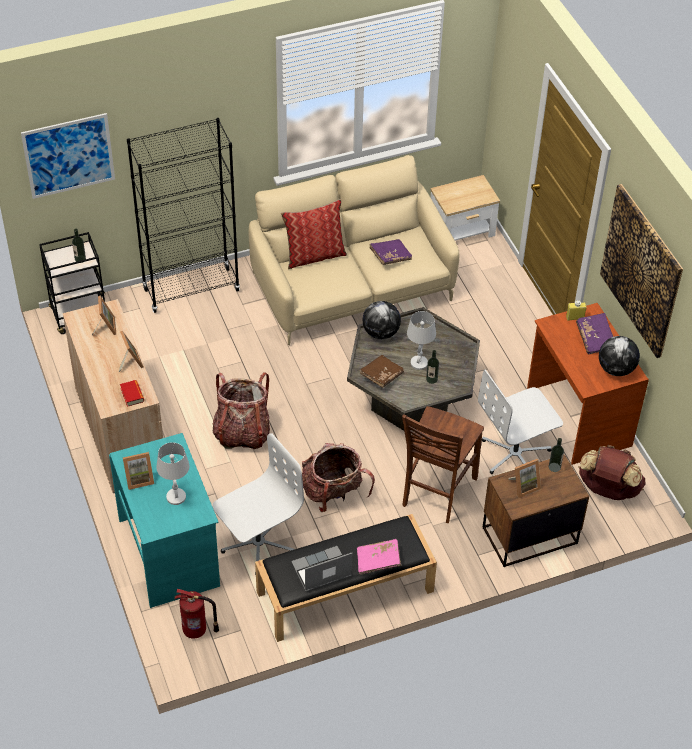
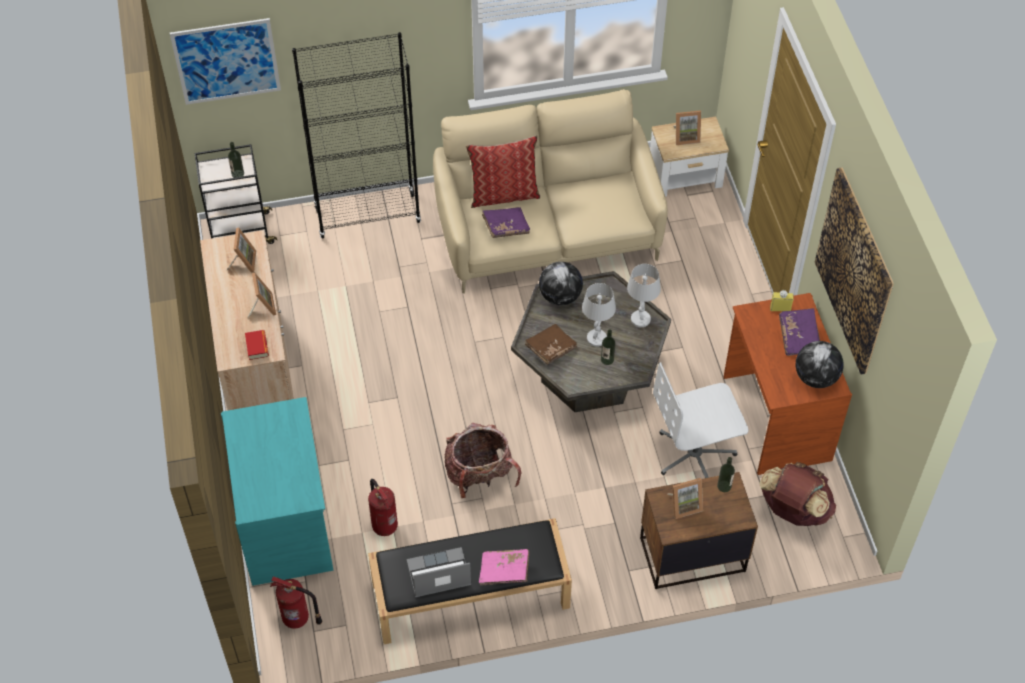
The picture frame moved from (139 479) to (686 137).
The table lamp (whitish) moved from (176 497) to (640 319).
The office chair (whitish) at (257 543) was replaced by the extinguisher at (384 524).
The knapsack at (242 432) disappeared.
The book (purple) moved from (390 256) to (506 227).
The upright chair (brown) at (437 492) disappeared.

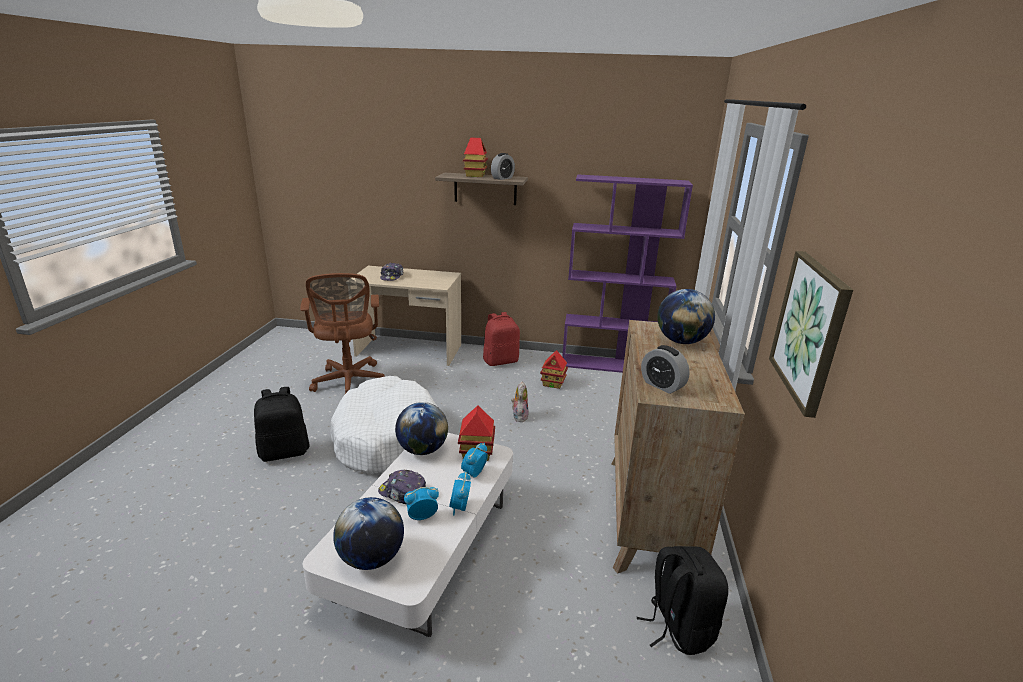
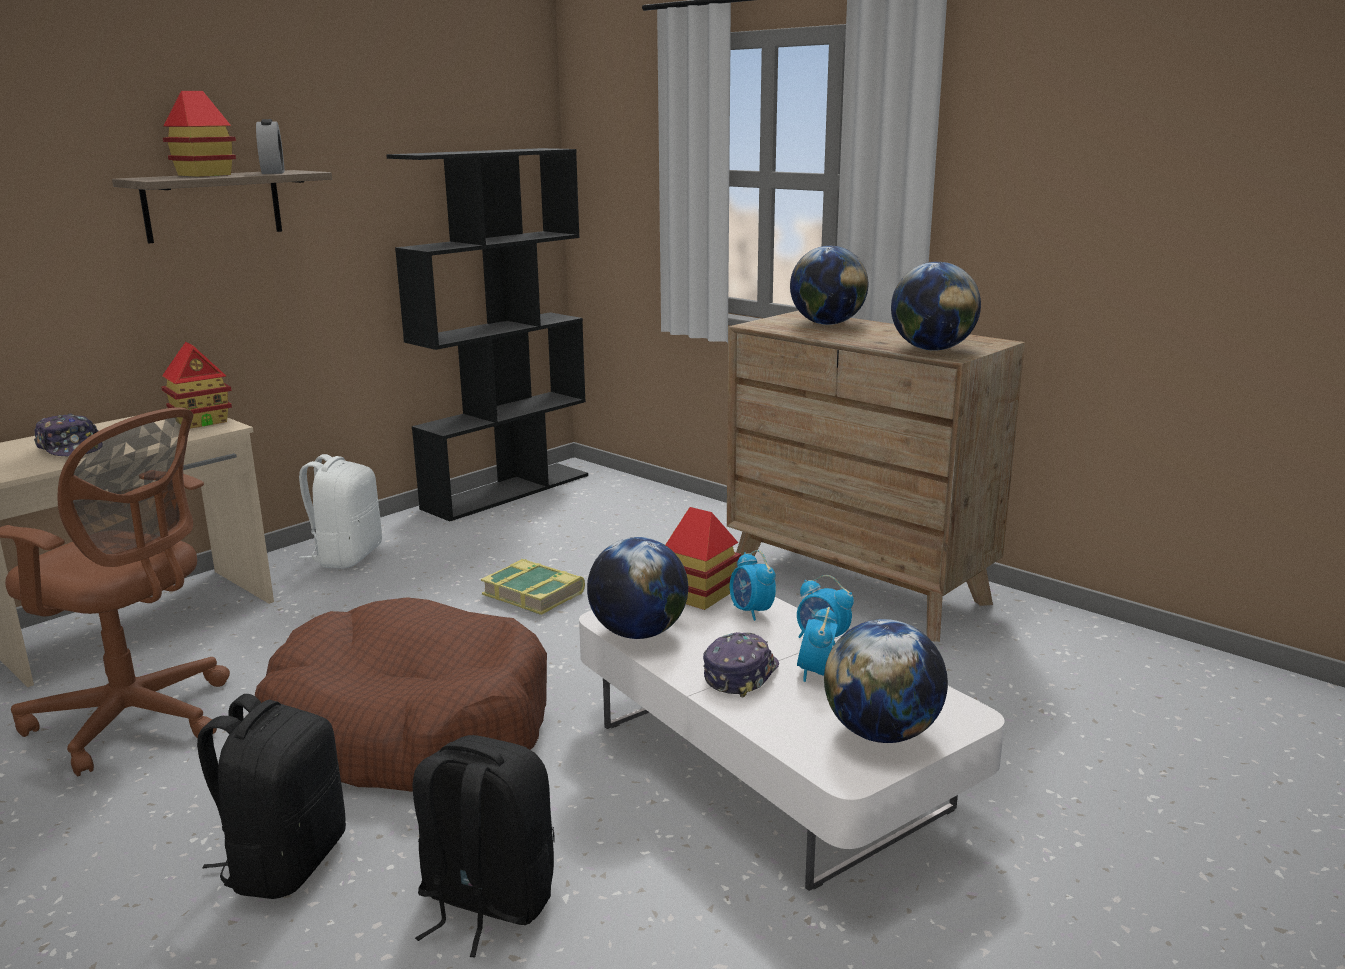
The dog cushion (whitish) at (384 437) became the dog cushion (brown) at (410 727).
The baseball cap at (402 493) turned 150 degrees clockwise.
The knapsack (reddish) at (500 361) became the knapsack (whitish) at (346 556).
The plush toy at (519 416) was replaced by the book at (534 593).
The toy house moved from (553 383) to (201 422).
The bookshelf (purple) at (611 365) became the bookshelf (black-coloured) at (507 491).
The knapsack (black-coloured) moved from (678 627) to (484 902).
The table clock at (662 385) was replaced by the world globe at (932 349).
The wall picture at (810 330) disappeared.

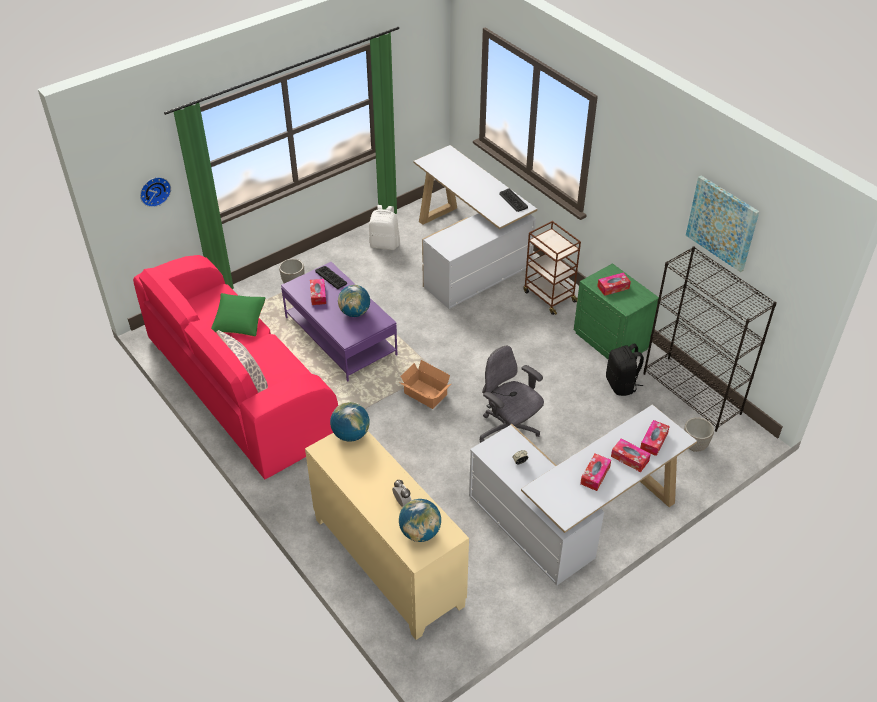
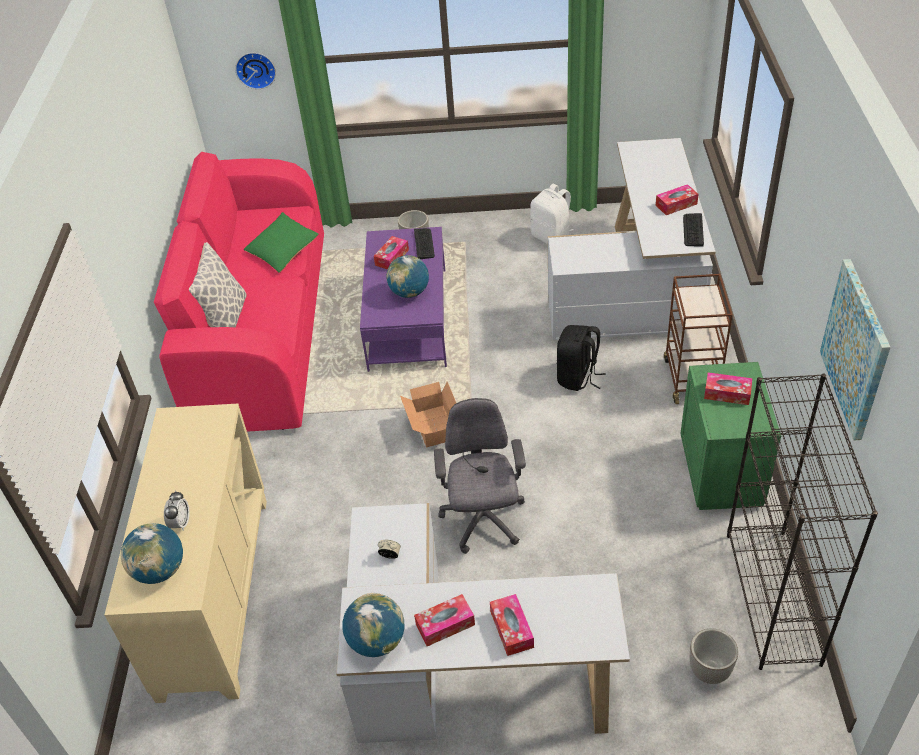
The world globe moved from (351 434) to (377 641).
The knapsack (black-coloured) moved from (621 385) to (577 377).
The tissue holder moved from (653 441) to (676 204).

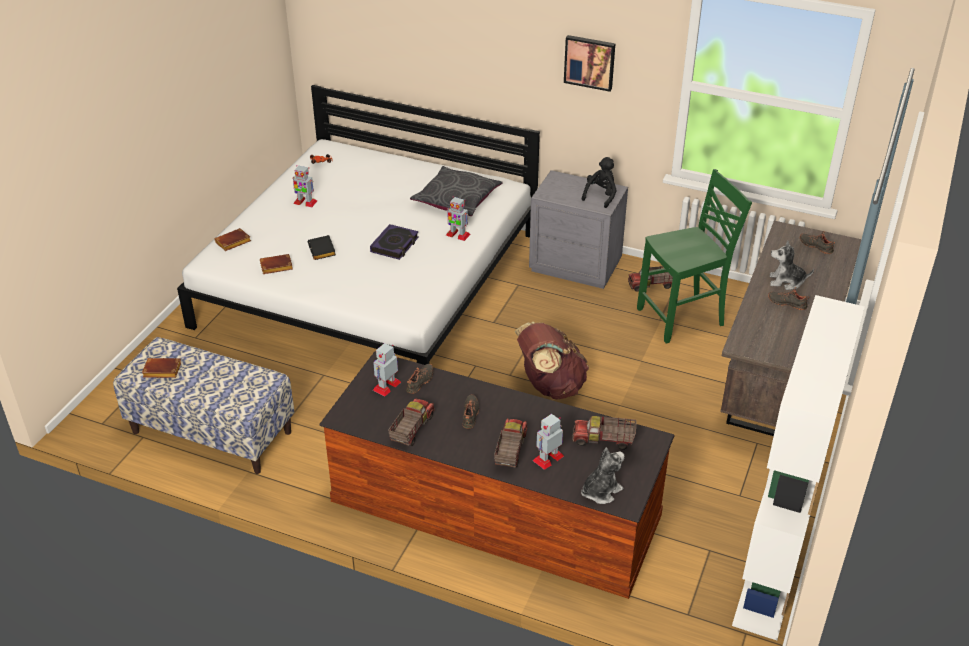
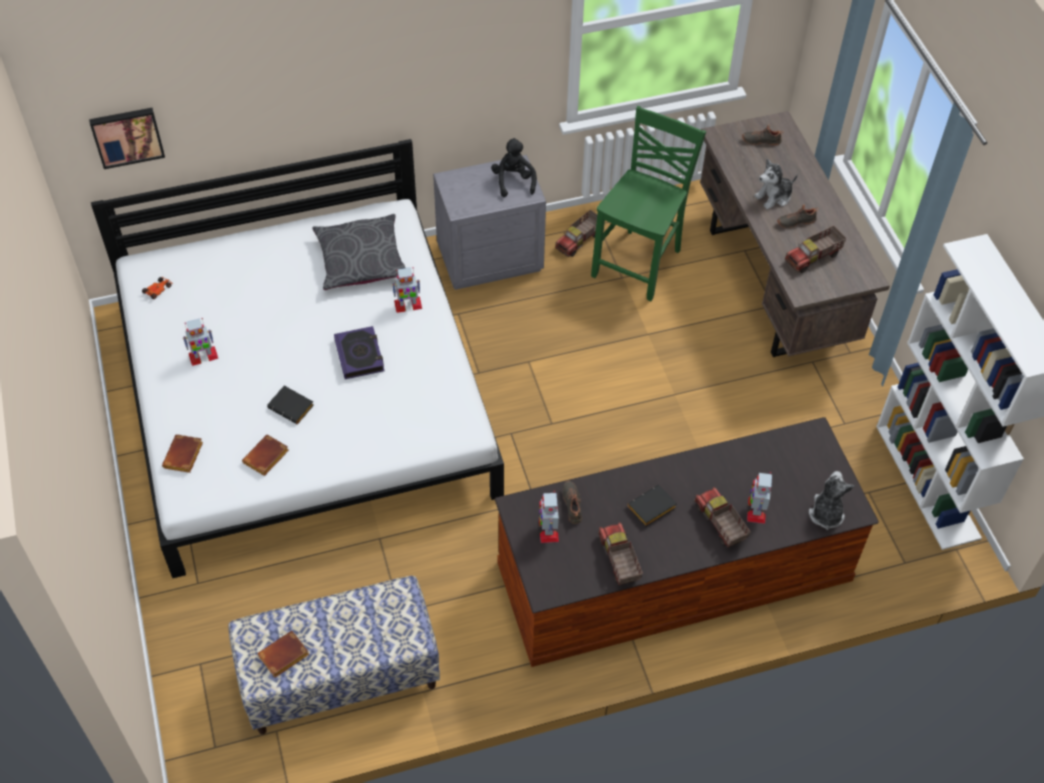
The low shoe (black-coloured) at (471 414) was replaced by the book (black-coloured) at (651 509).
The knapsack (brown) at (550 386) disappeared.
The wall picture moved from (590 62) to (127 136).
The toy lorry moved from (603 440) to (813 257).

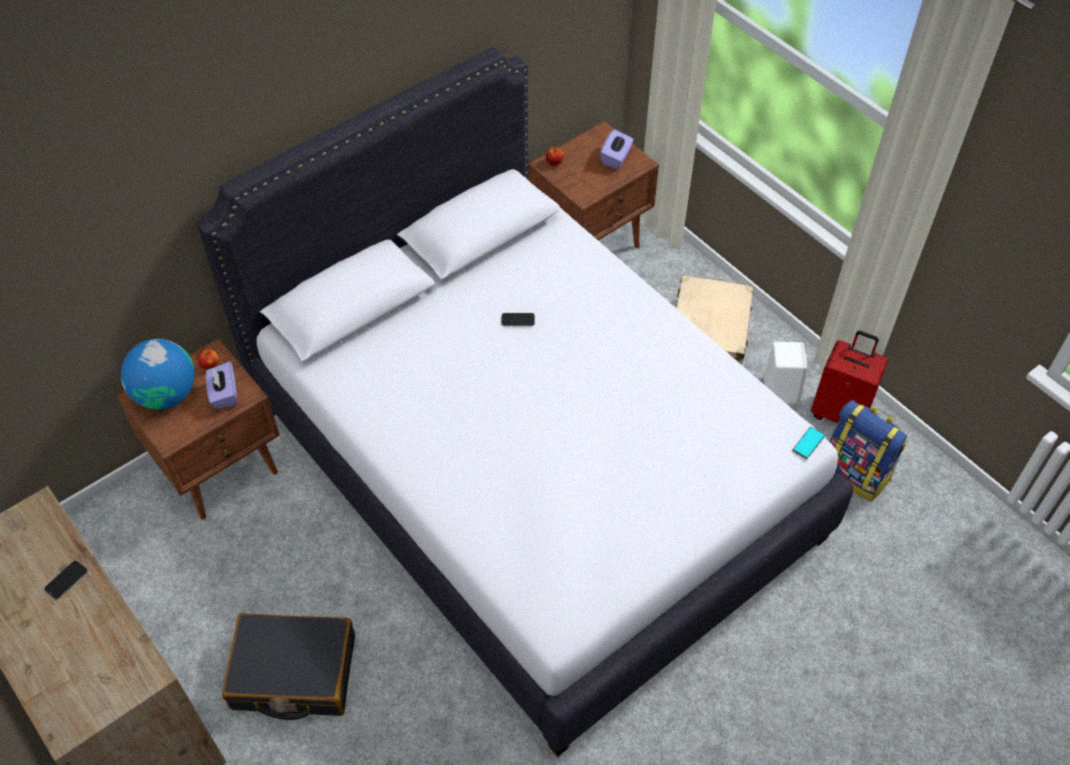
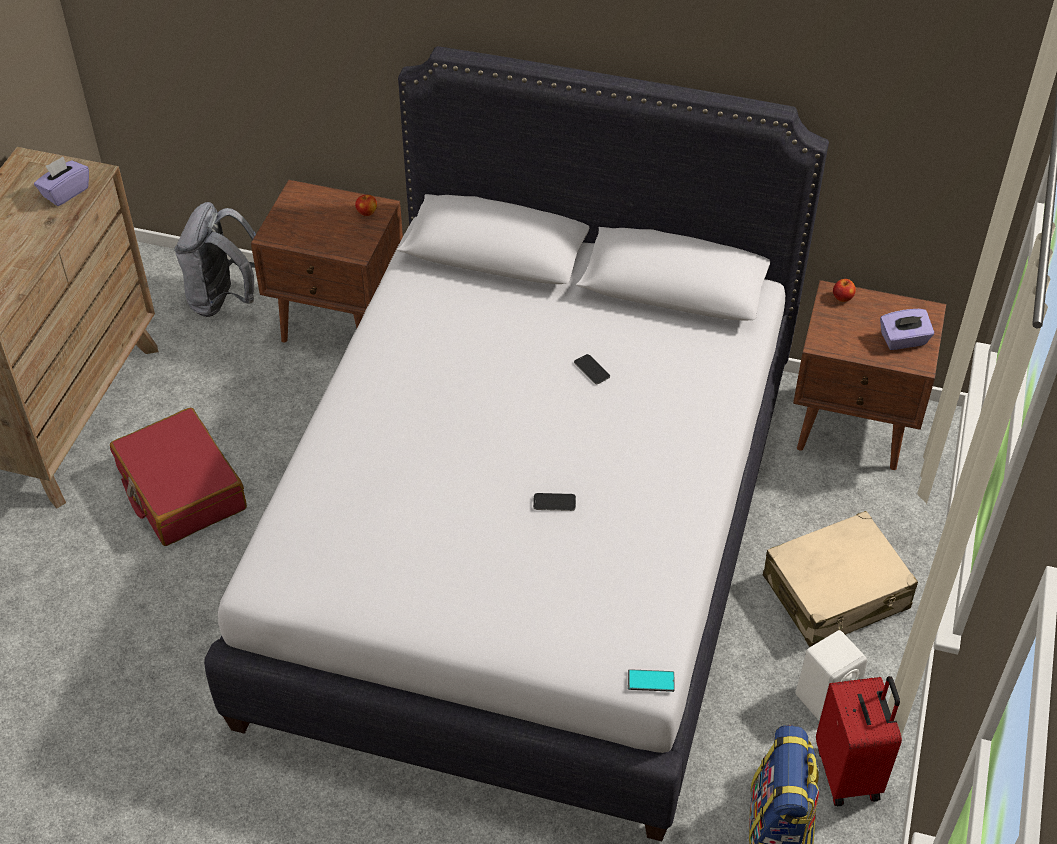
The telephone moved from (66 580) to (554 502).
The world globe at (166 394) disappeared.
The tissue holder (purple) moved from (224 394) to (65 192).
The piece of luggage (black-coloured) at (293 673) became the piece of luggage (reddish) at (181 489).
The knapsack (grey) at (224 299) appeared.

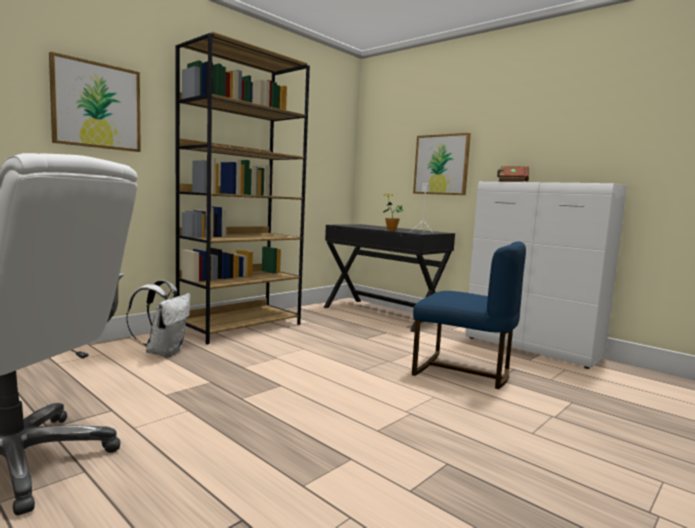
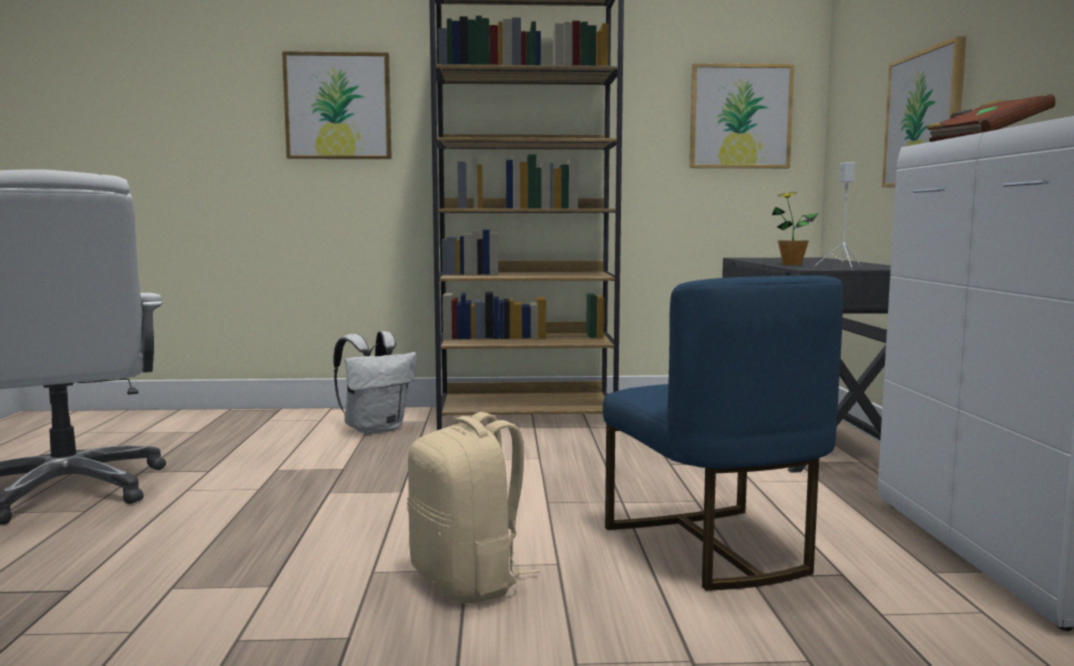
The knapsack (beige-coloured) at (468 582) appeared.
The wall picture at (740 117) appeared.

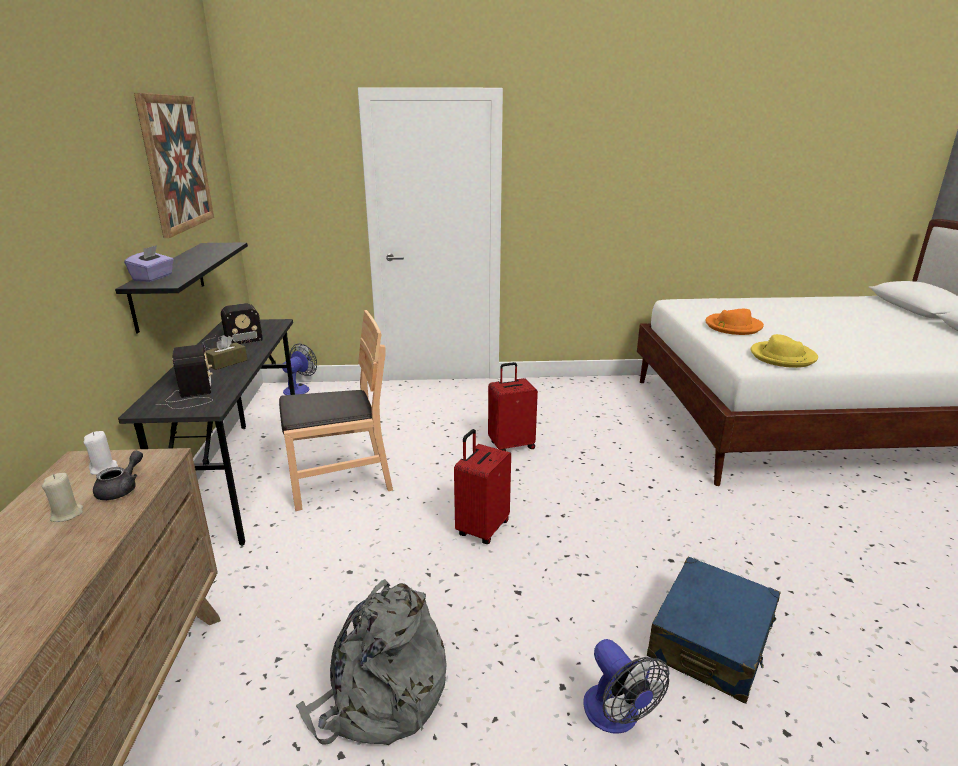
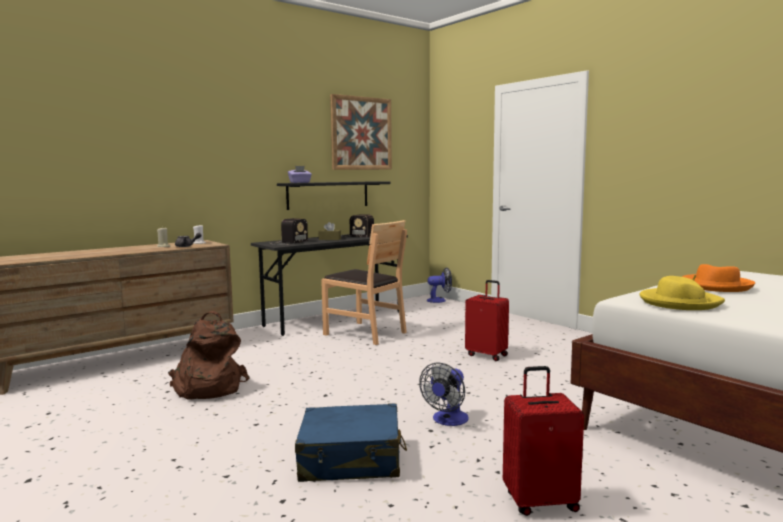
The knapsack (grey) at (380 698) became the knapsack (brown) at (207 388).
The piece of luggage (reddish) moved from (481 528) to (540 501).
The electric fan moved from (617 717) to (447 420).

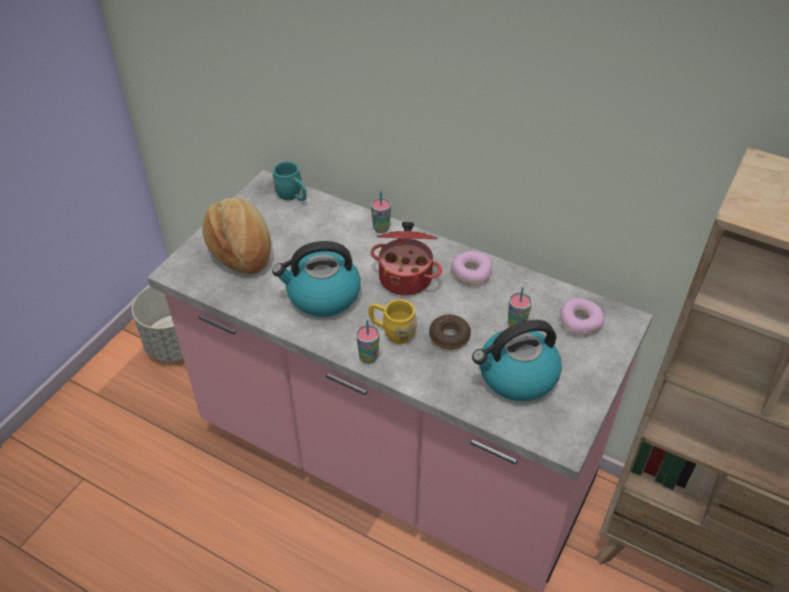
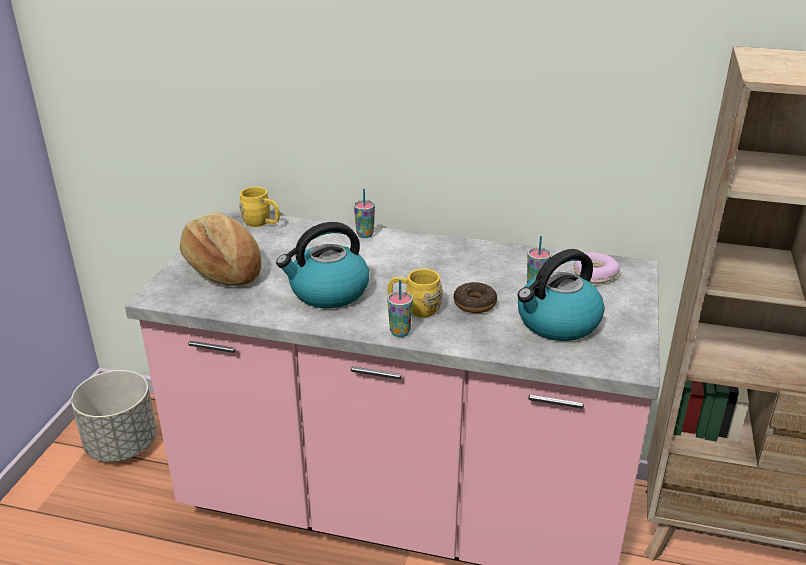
The coffee mug (blue-green) at (292 196) became the coffee mug (yellow) at (262 223).
The saucepot at (406 277) disappeared.
The donut at (471 273) disappeared.

